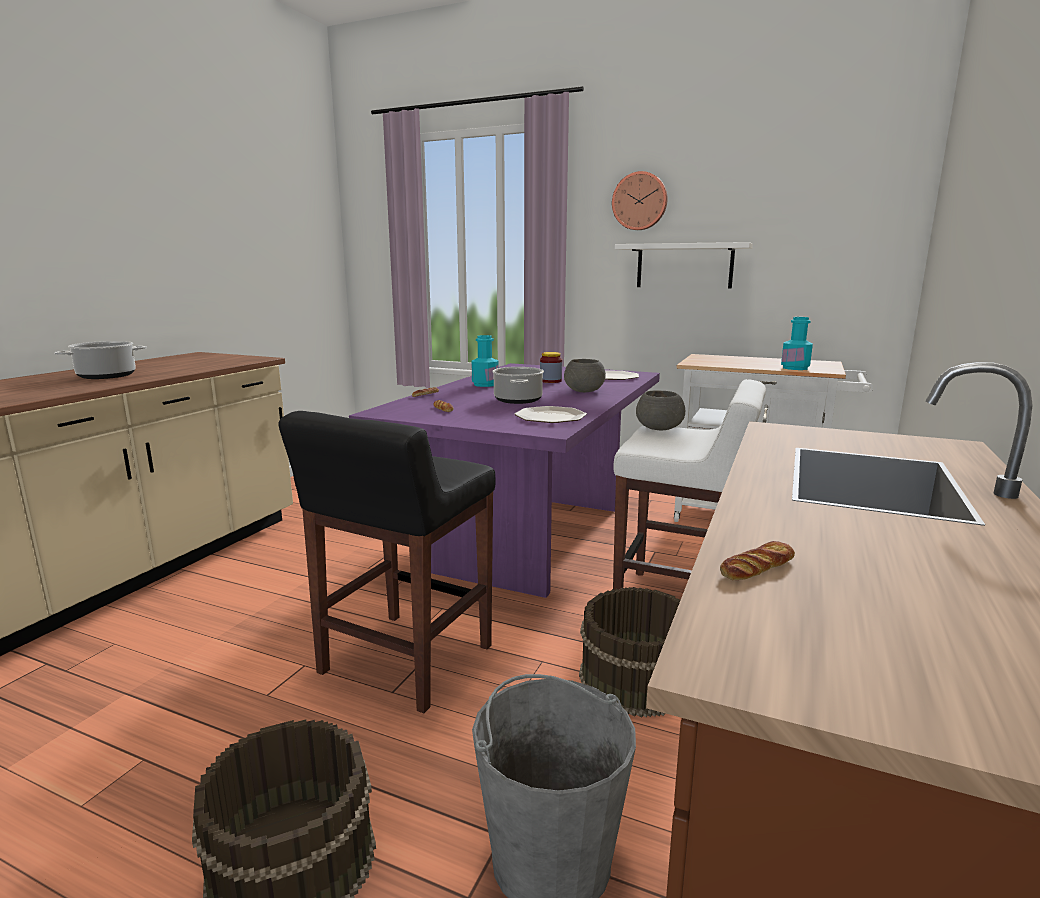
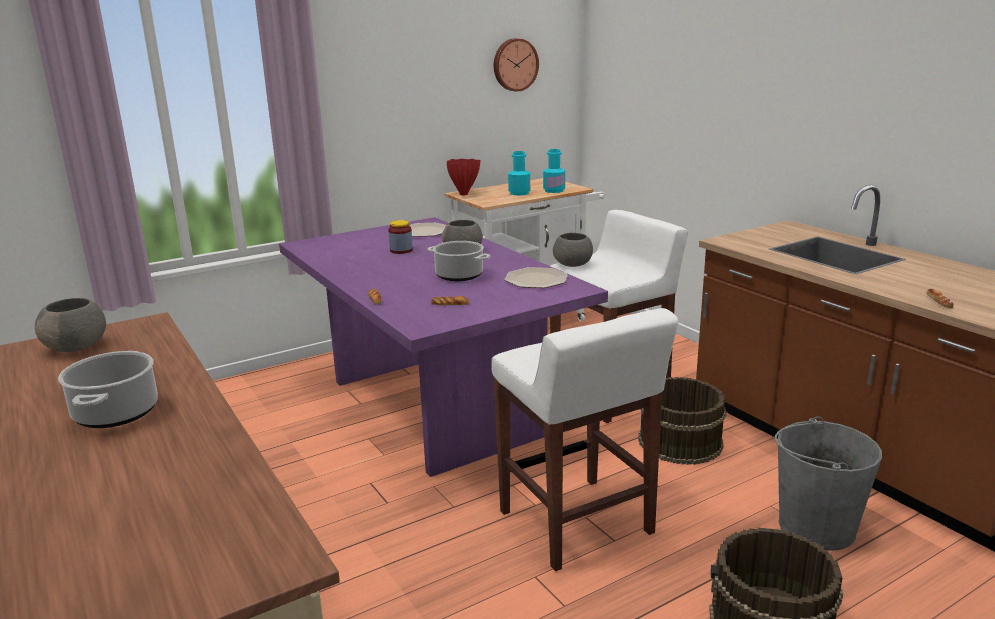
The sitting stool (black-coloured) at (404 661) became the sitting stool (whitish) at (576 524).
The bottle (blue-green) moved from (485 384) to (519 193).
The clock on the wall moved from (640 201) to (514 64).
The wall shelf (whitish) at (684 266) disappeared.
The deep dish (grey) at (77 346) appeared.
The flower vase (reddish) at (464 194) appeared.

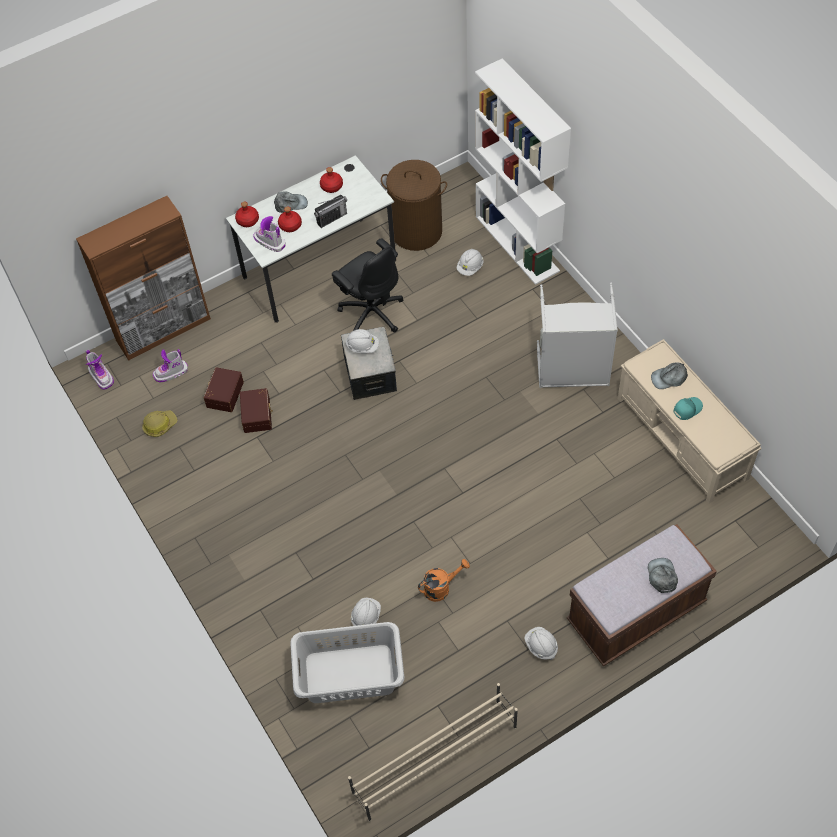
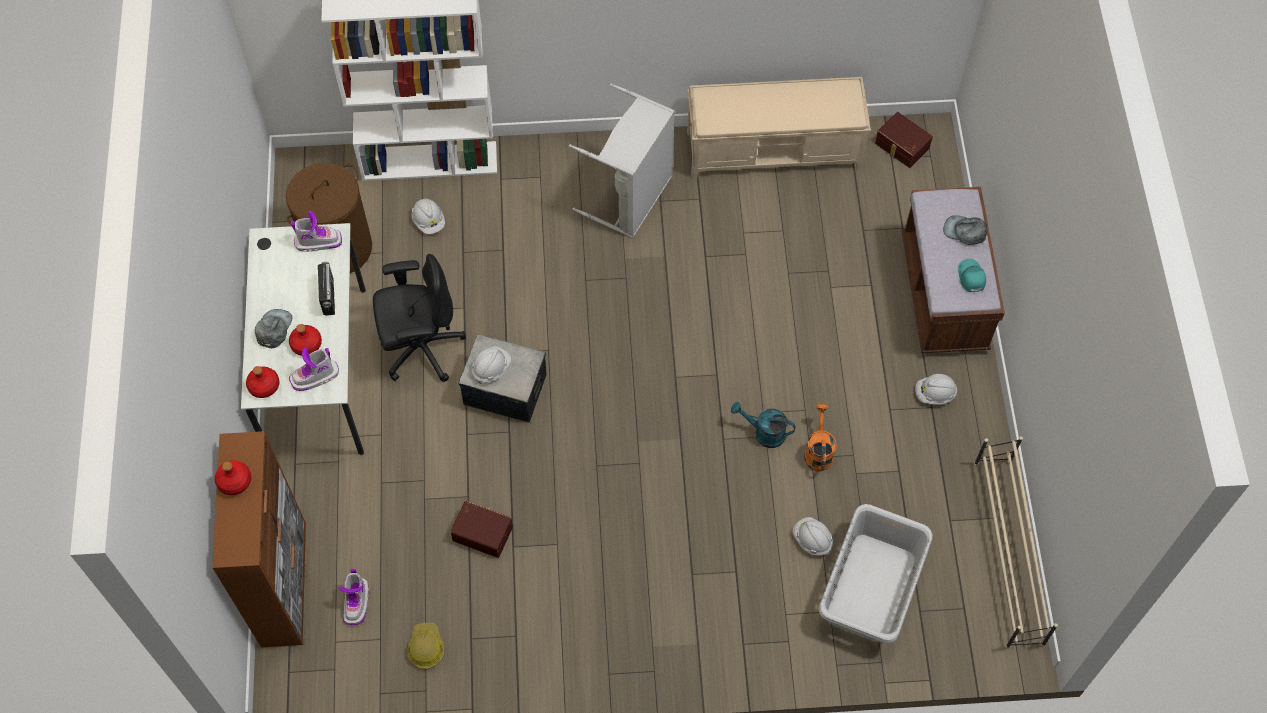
The high-top boot moved from (101 376) to (318 241).
The storage box (brown) moved from (224 394) to (901 146).
The bottle (reddish) moved from (332 186) to (235 481).
The baseball cap (grey) at (669 378) disappeared.
The baseball cap (blue-green) moved from (687 409) to (971 277).
The watering pot (blue-green) at (764 433) appeared.

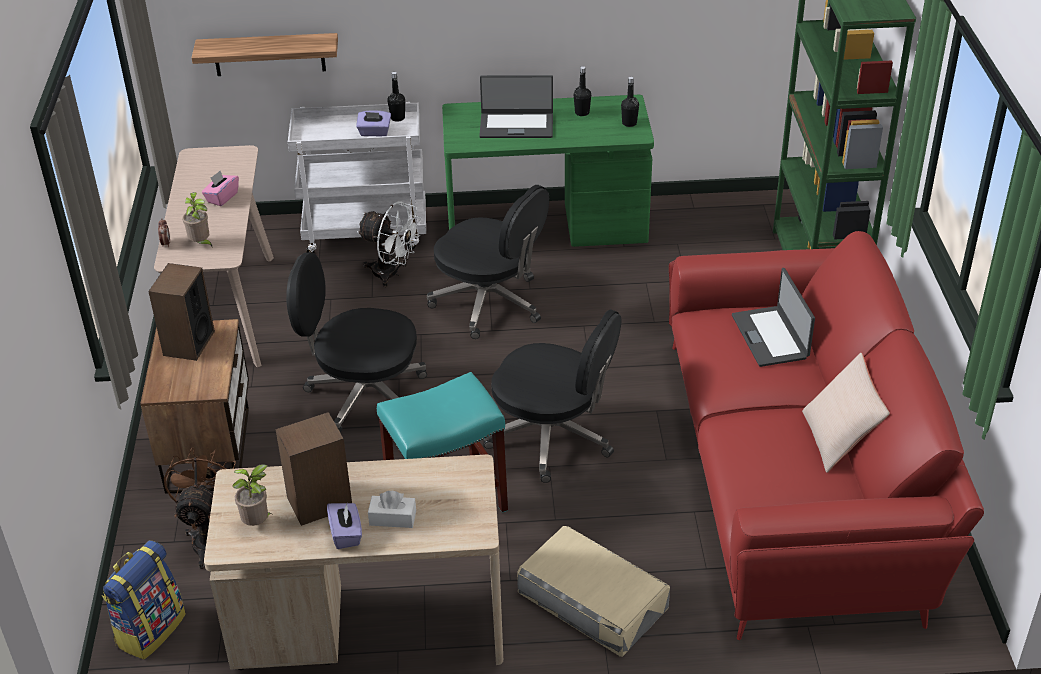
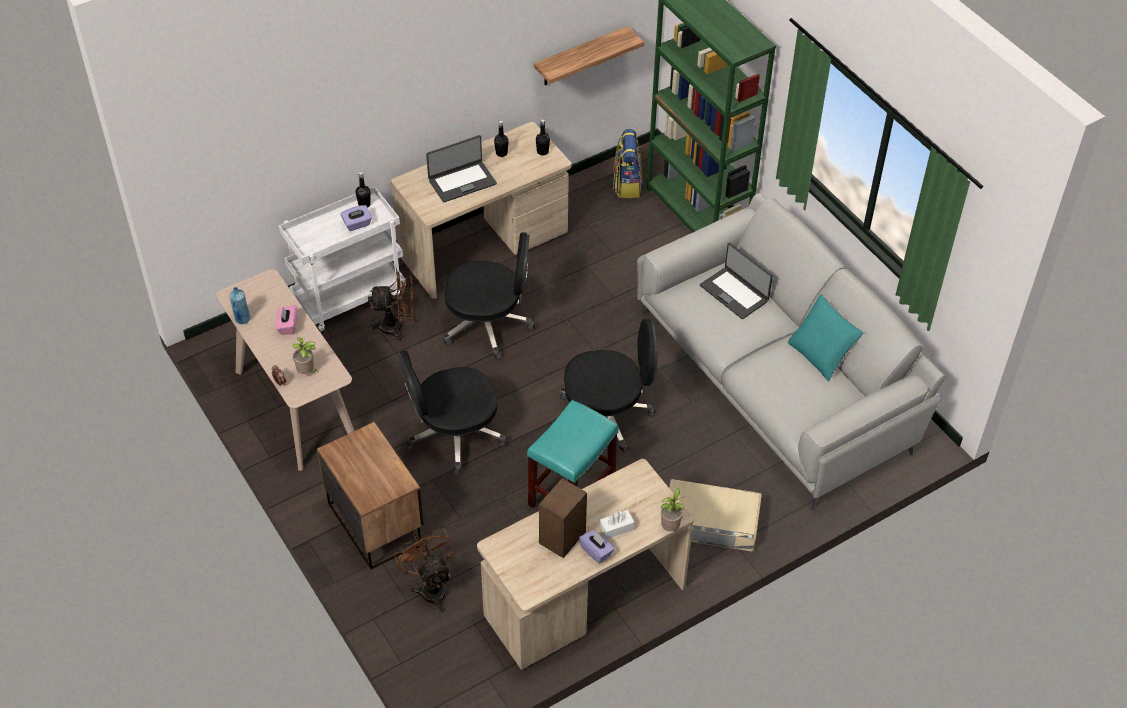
The knapsack moved from (150 629) to (626 184).
The speaker at (188 343) disappeared.
The wall shelf moved from (269 54) to (581 57).
The plant in a pot moved from (258 523) to (670 527).
The electric fan (whitish) at (392 274) became the electric fan (brown) at (397 327).
The desk unit (green) at (546 229) became the desk unit (beige-coloured) at (484 245).
The sofa (reddish) at (795 474) became the sofa (grey) at (777 380).
The cushion (beige-coloured) at (839 439) became the cushion (blue-green) at (821 354).
The bottle (blue-coloured) at (242 319) appeared.

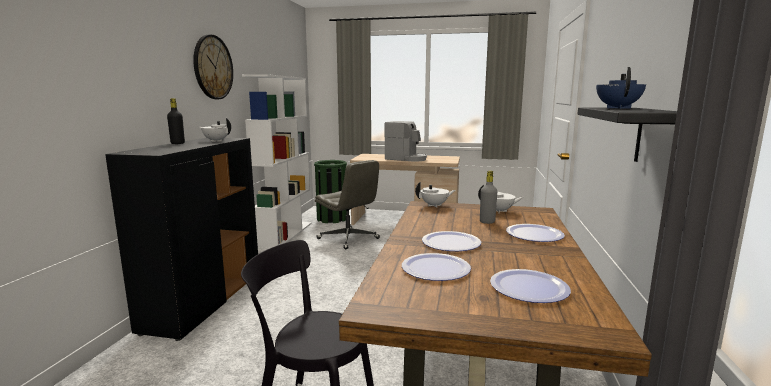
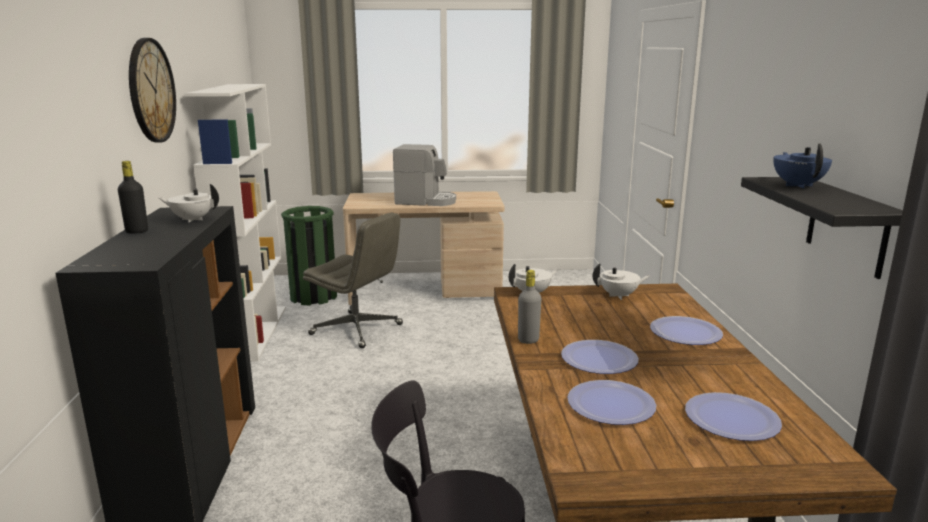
The bottle (grey) moved from (487 222) to (528 340).

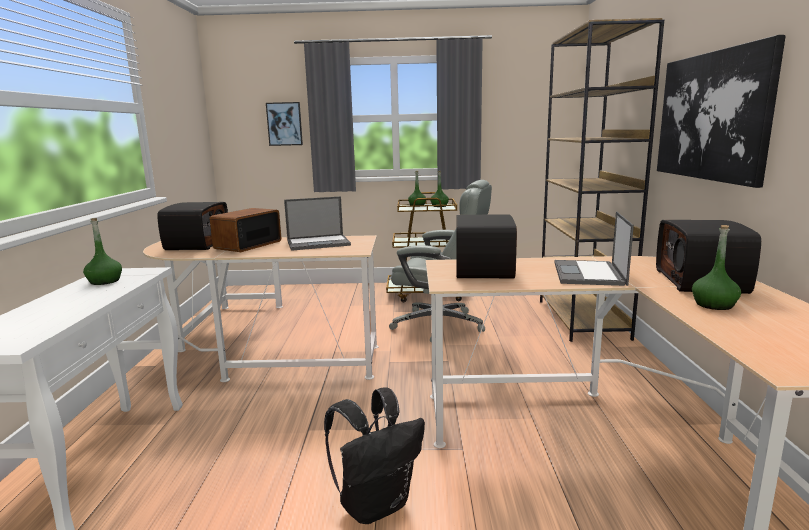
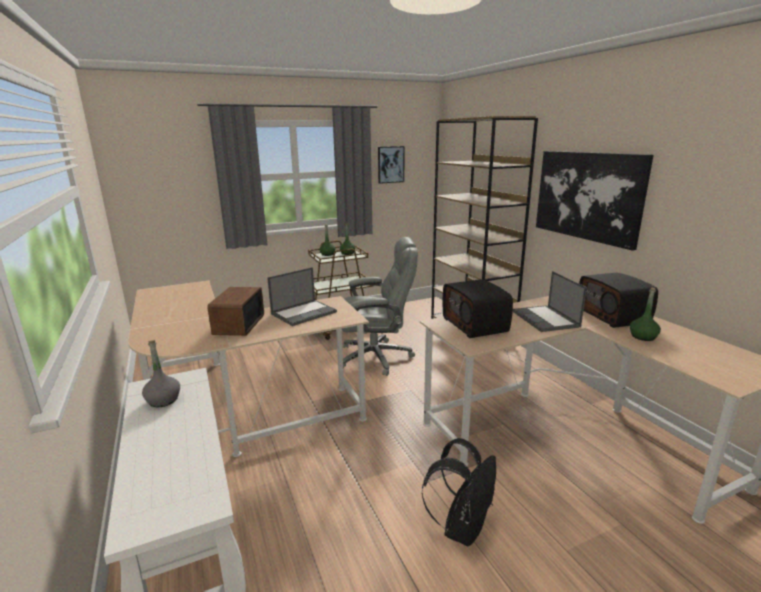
The bottle (green) at (105 281) became the bottle (grey) at (163 400).
The radio receiver at (197 244) disappeared.
The wall picture moved from (284 124) to (390 164).

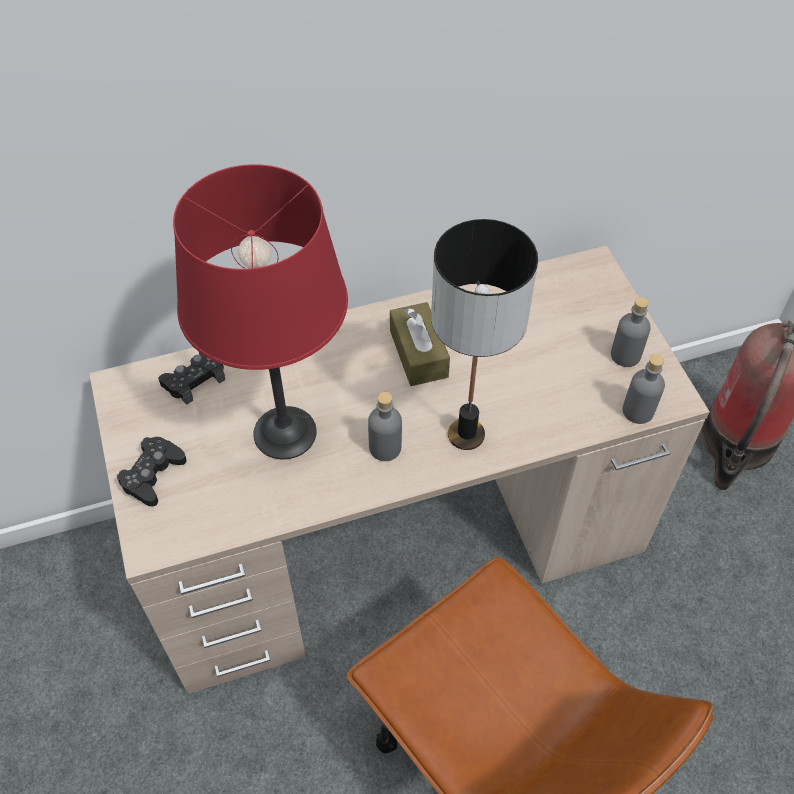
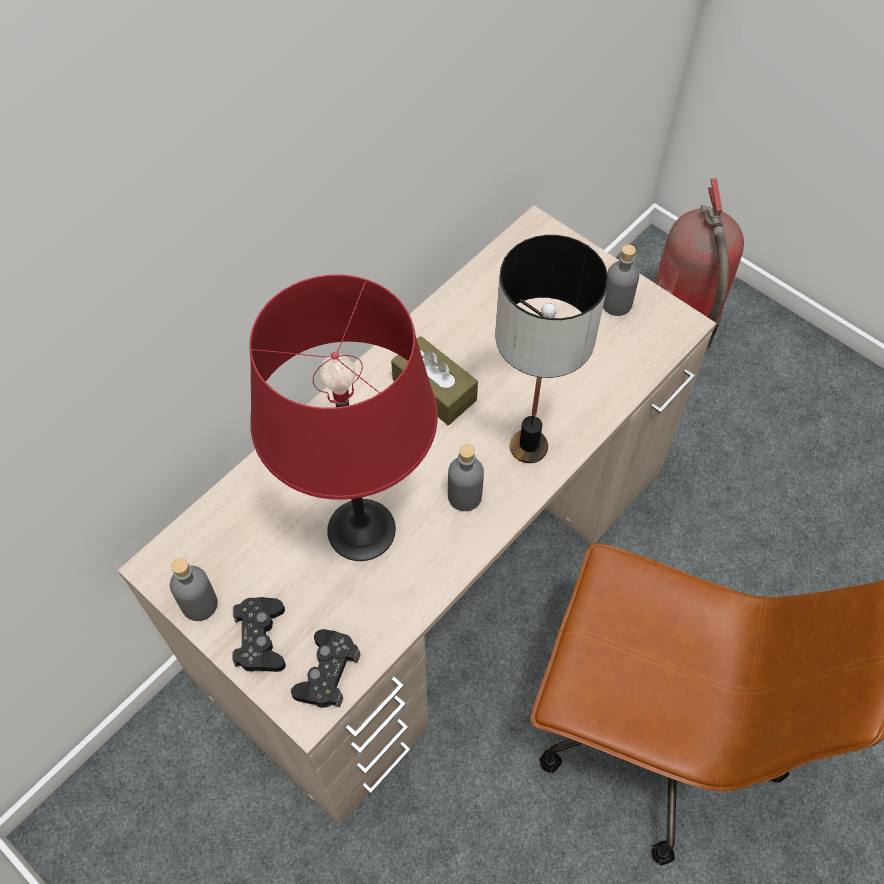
The gamepad (black-coloured) moved from (194 380) to (327 672).
The bottle (grey) moved from (638 411) to (200 604).

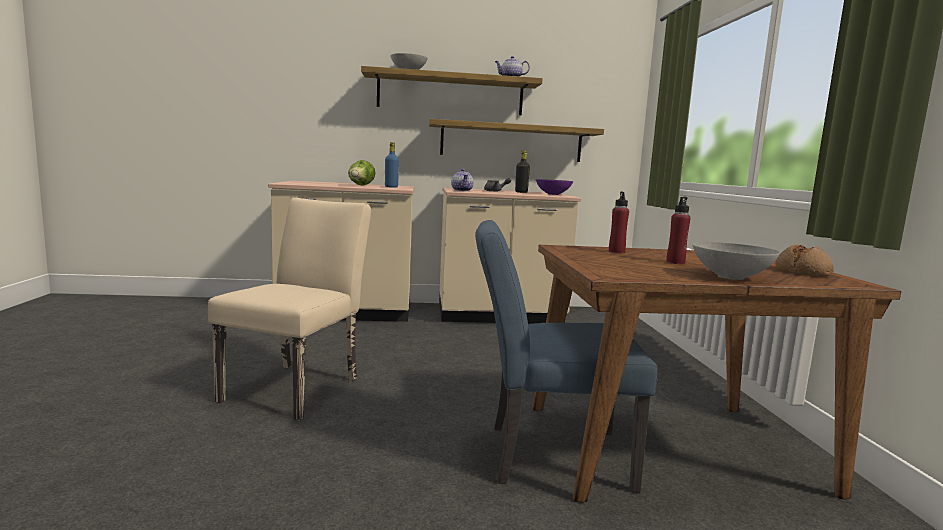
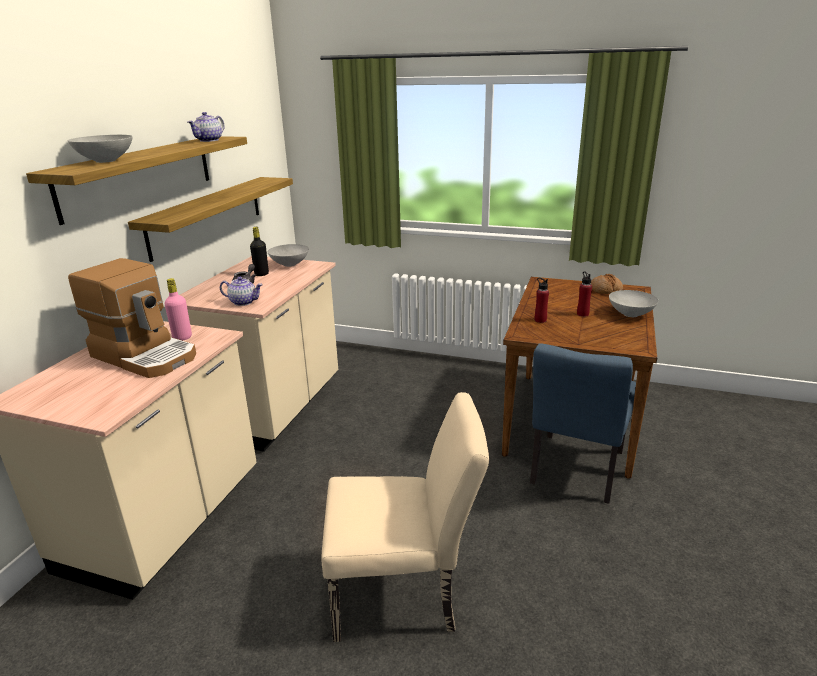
The upright chair (beige-coloured) at (298 386) turned 135 degrees clockwise.
The head of lettuce at (361 185) was replaced by the coffee maker at (146 355).
The bottle (blue-coloured) at (391 187) became the bottle (pink) at (182 337).
The deep dish (purple) at (553 194) became the deep dish (grey) at (289 264).

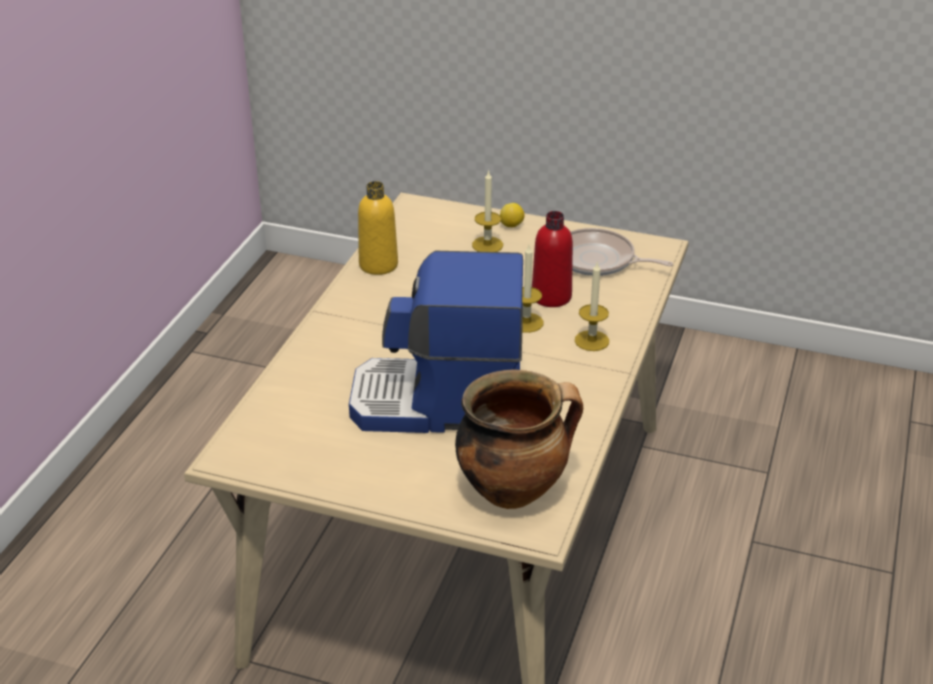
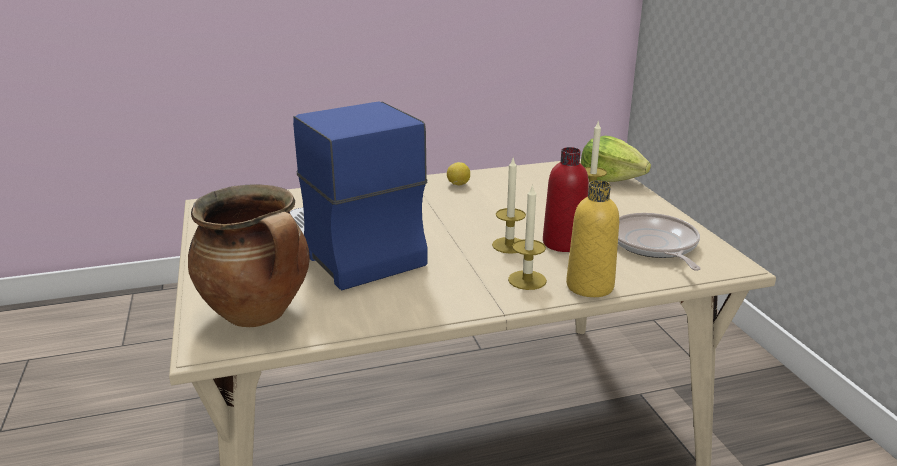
The bottle (yellow) moved from (378 265) to (589 286).
The lemon moved from (512 226) to (458 185).
The head of lettuce at (610 178) appeared.

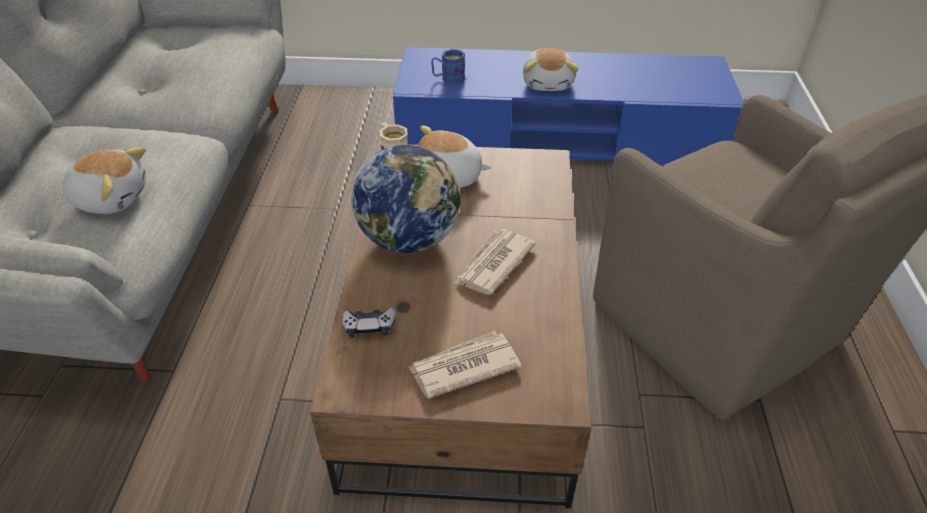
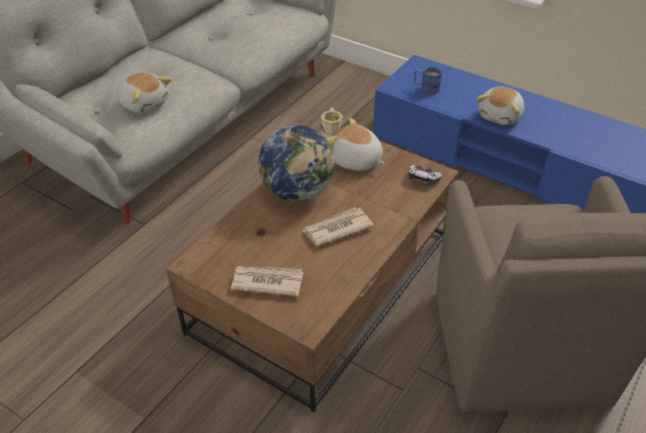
The gamepad moved from (369 327) to (423 178).

